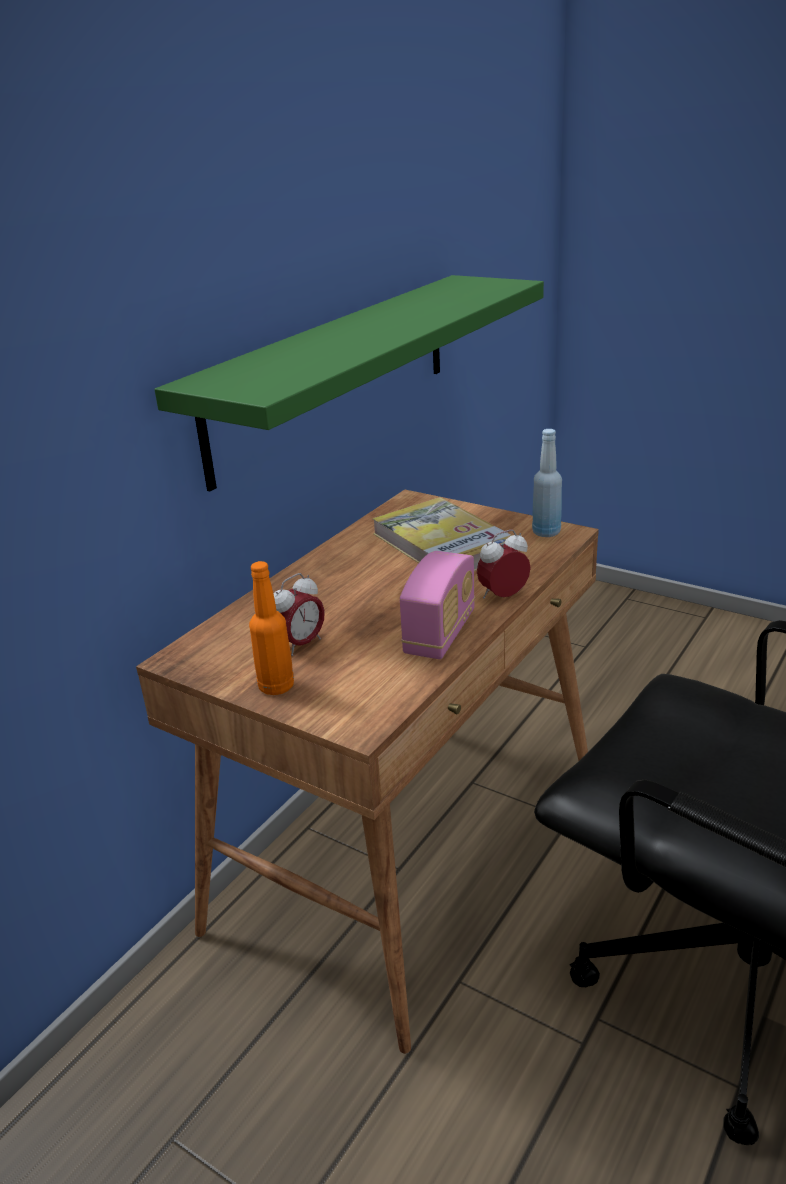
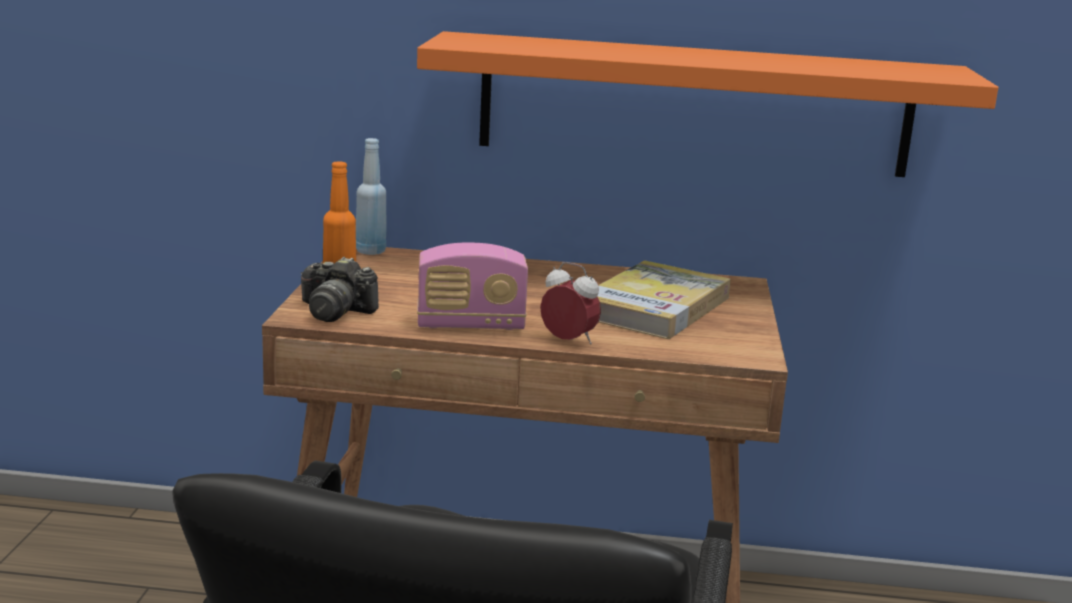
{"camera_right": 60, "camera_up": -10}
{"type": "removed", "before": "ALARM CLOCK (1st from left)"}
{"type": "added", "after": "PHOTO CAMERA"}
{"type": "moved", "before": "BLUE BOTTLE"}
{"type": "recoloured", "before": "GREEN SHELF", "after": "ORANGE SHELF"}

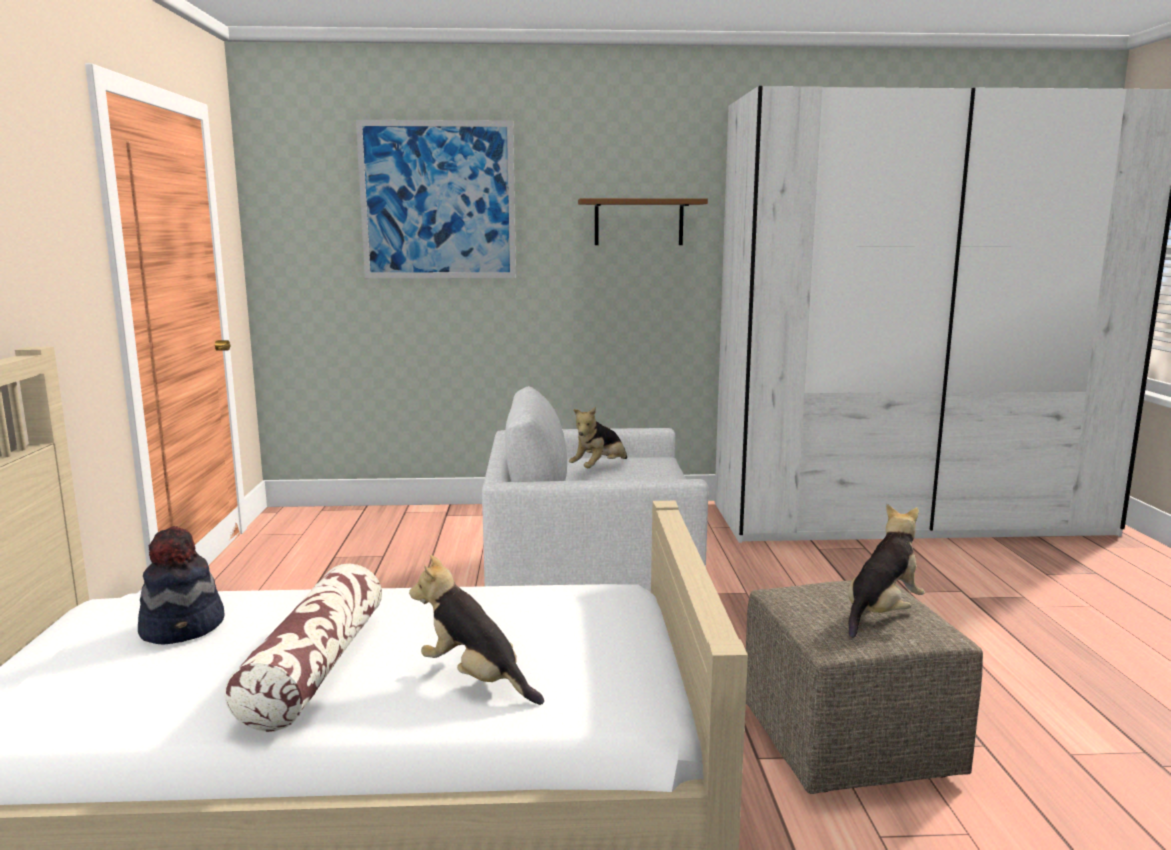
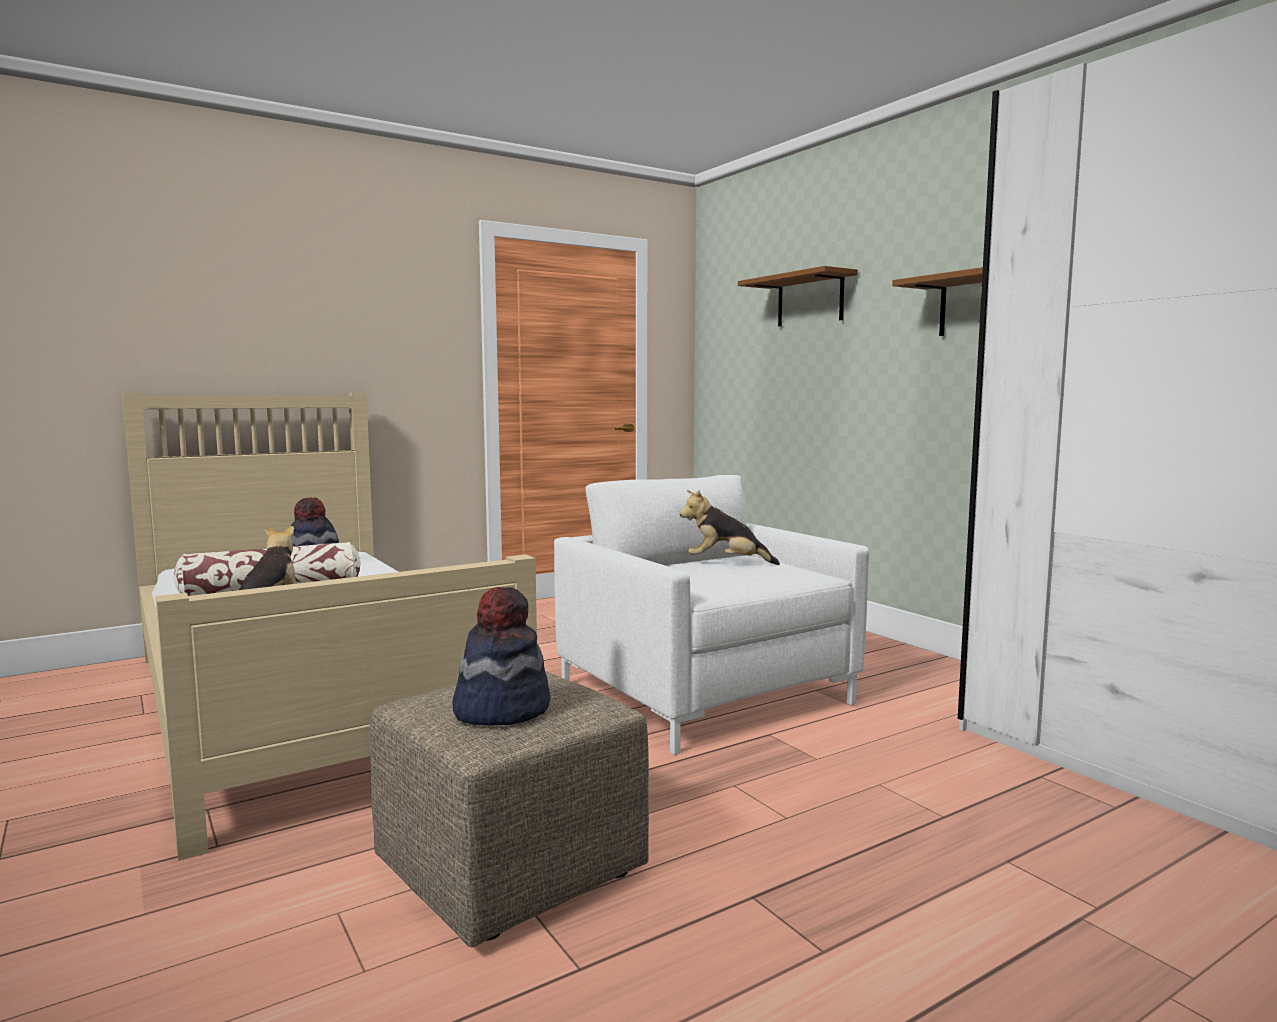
{"camera_right": 60, "camera_up": -5}
{"type": "replaced", "before": "PICTURE", "after": "BROWN SHELF (1st from left)"}
{"type": "replaced", "before": "PLUSH TOY (3rd from left)", "after": "HAT (2nd from left)"}

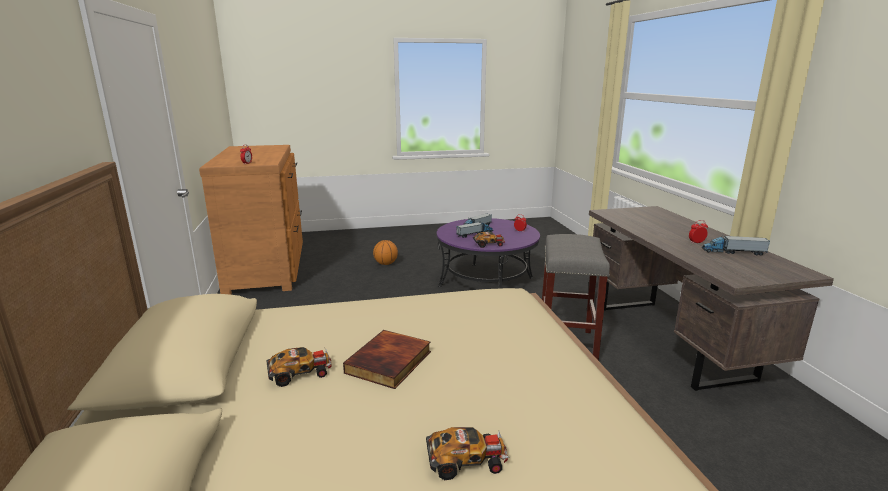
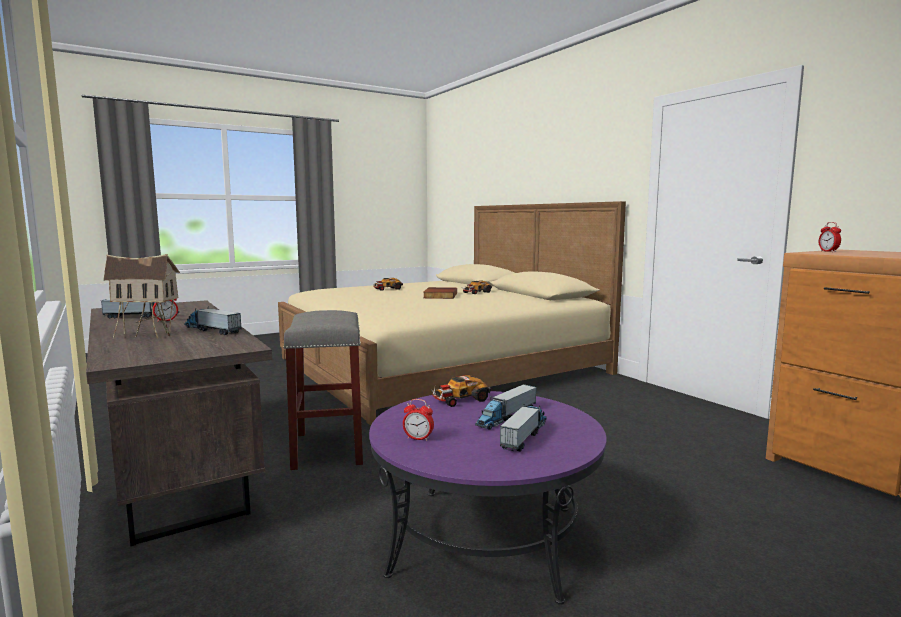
{"camera_right": 160, "camera_up": -10}
{"type": "removed", "before": "BASKETBALL"}
{"type": "added", "after": "TOY HOUSE"}
{"type": "added", "after": "TOY TRUCK (2nd from left)"}

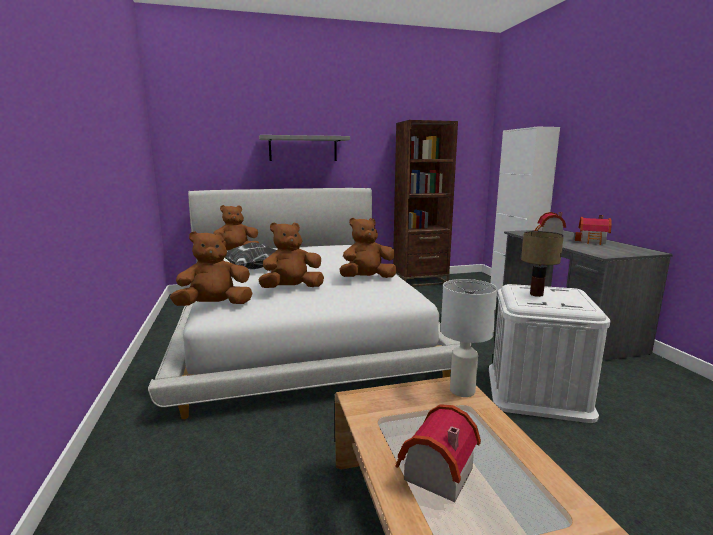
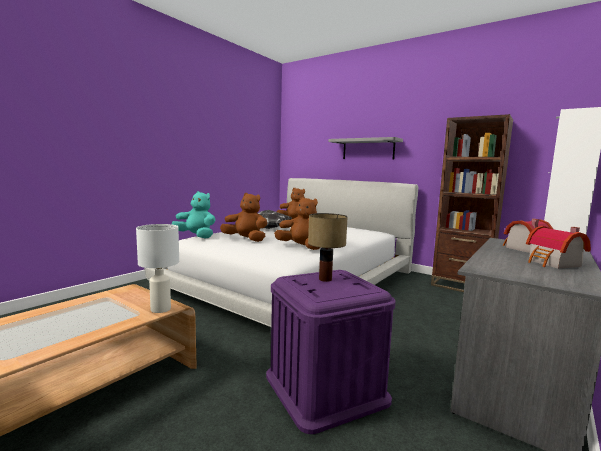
{"camera_right": 50, "camera_up": -5}
{"type": "removed", "before": "TOY HOUSE (1st from left)"}
{"type": "recoloured", "before": "BROWN PLUSH TOY (1st from left)", "after": "TURQUOISE PLUSH TOY"}
{"type": "recoloured", "before": "WHITE STORAGE BOX", "after": "PURPLE STORAGE BOX"}

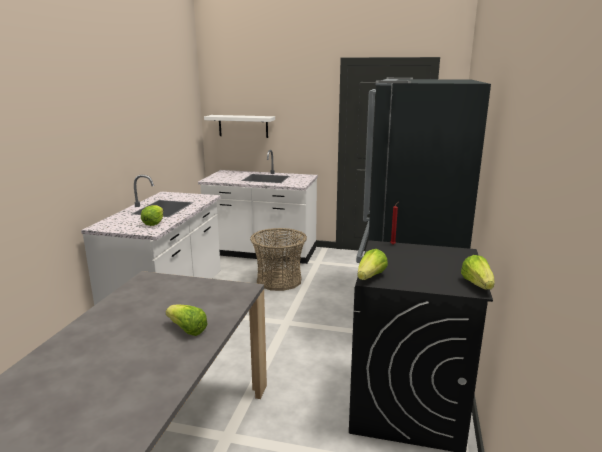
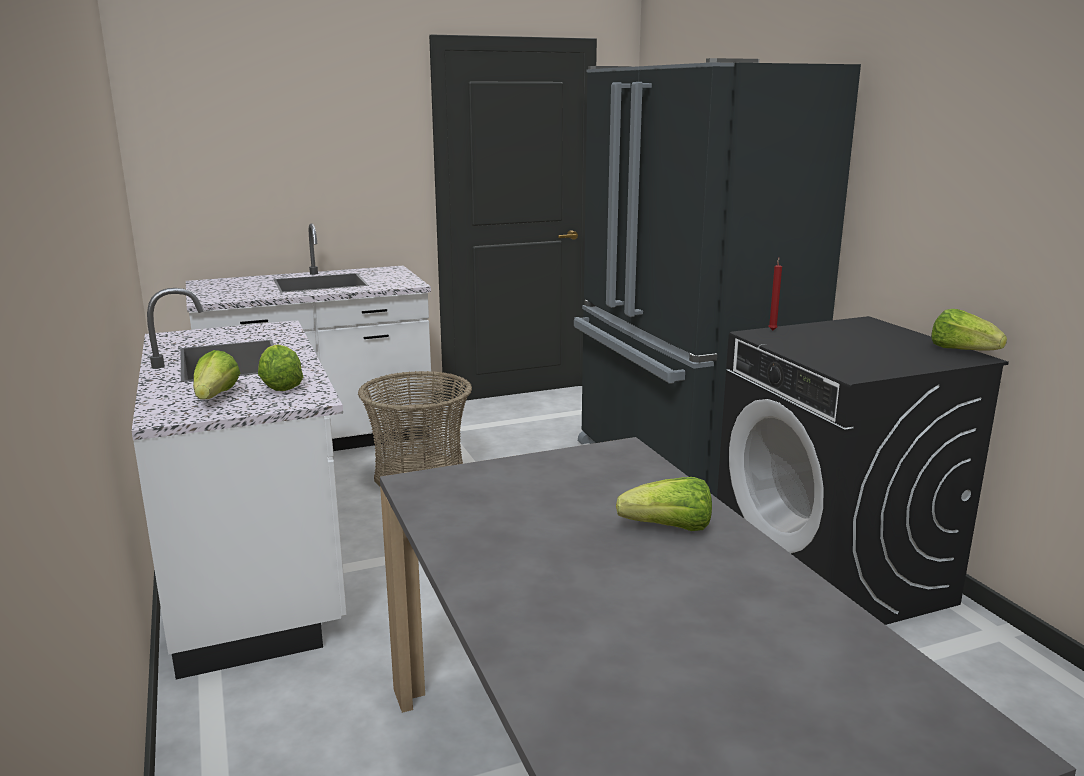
{"camera_right": -35, "camera_up": 0}
{"type": "removed", "before": "WHITE SHELF"}
{"type": "moved", "before": "LETTUCE (3rd from left in the first image)", "after": "LETTUCE (1st from left)"}

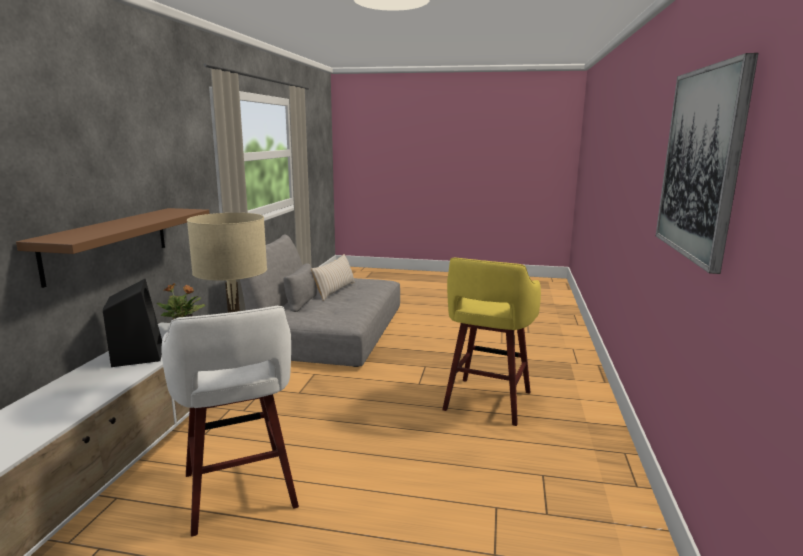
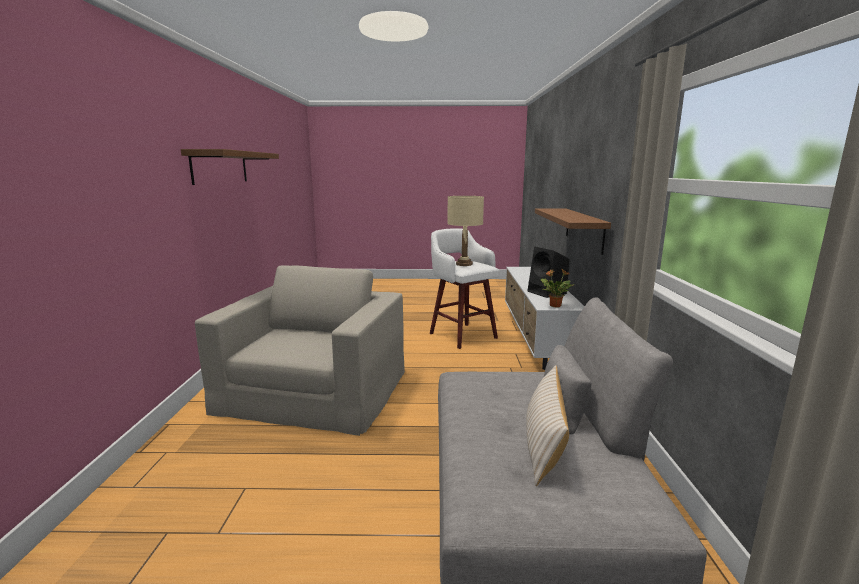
{"camera_right": 170, "camera_up": 0}
{"type": "replaced", "before": "YELLOW STOOL", "after": "BEIGE ARMCHAIR"}
{"type": "replaced", "before": "PICTURE", "after": "BROWN SHELF (1st from left)"}

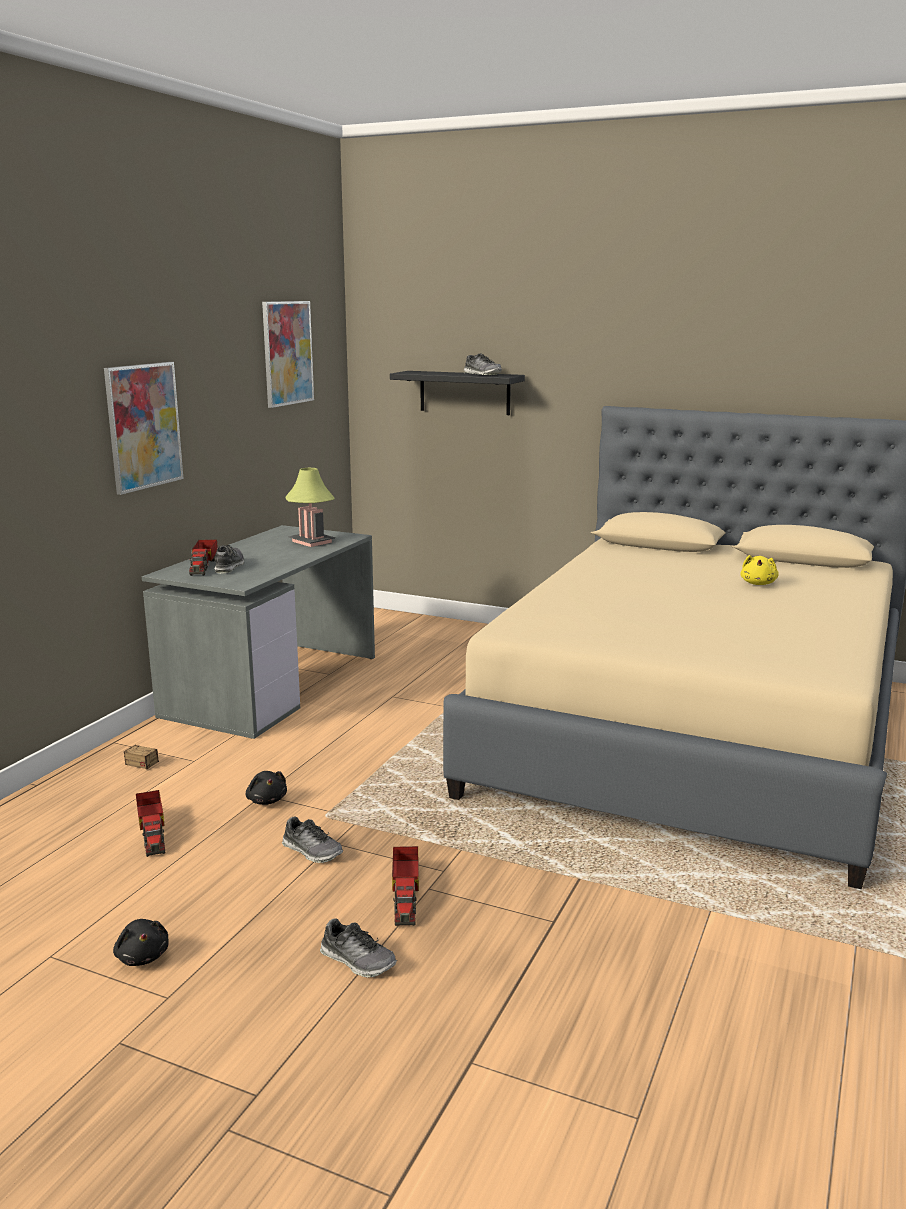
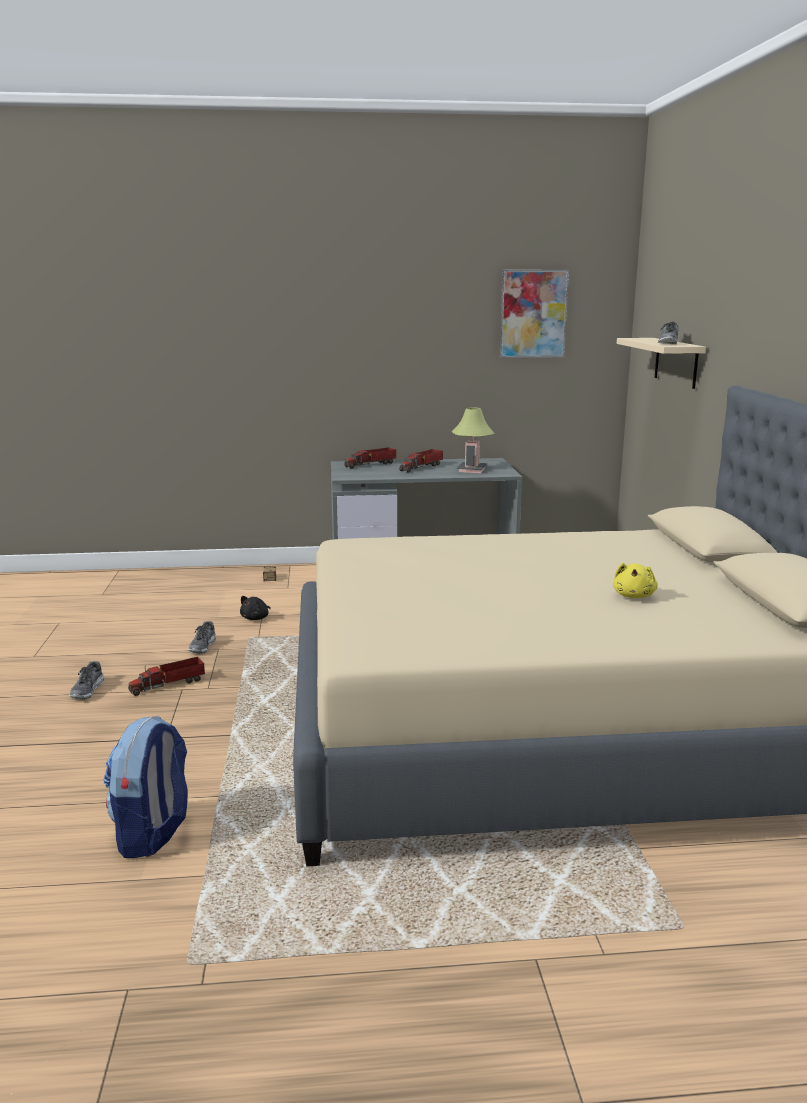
{"camera_right": 60, "camera_up": 0}
{"type": "removed", "before": "PICTURE (1st from left)"}
{"type": "removed", "before": "BLACK PLUSH TOY (1st from left)"}
{"type": "removed", "before": "SHOE (1st from left)"}
{"type": "added", "after": "BACKPACK"}
{"type": "moved", "before": "TOY TRUCK (1st from left in the first image)", "after": "TOY TRUCK (3rd from left)"}
{"type": "recoloured", "before": "BLACK SHELF", "after": "BEIGE SHELF"}
{"type": "turned", "before": "YELLOW PLUSH TOY", "turn": -60}

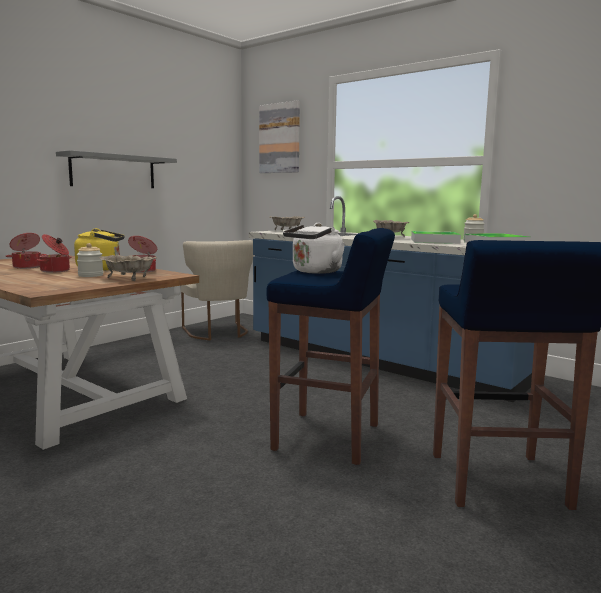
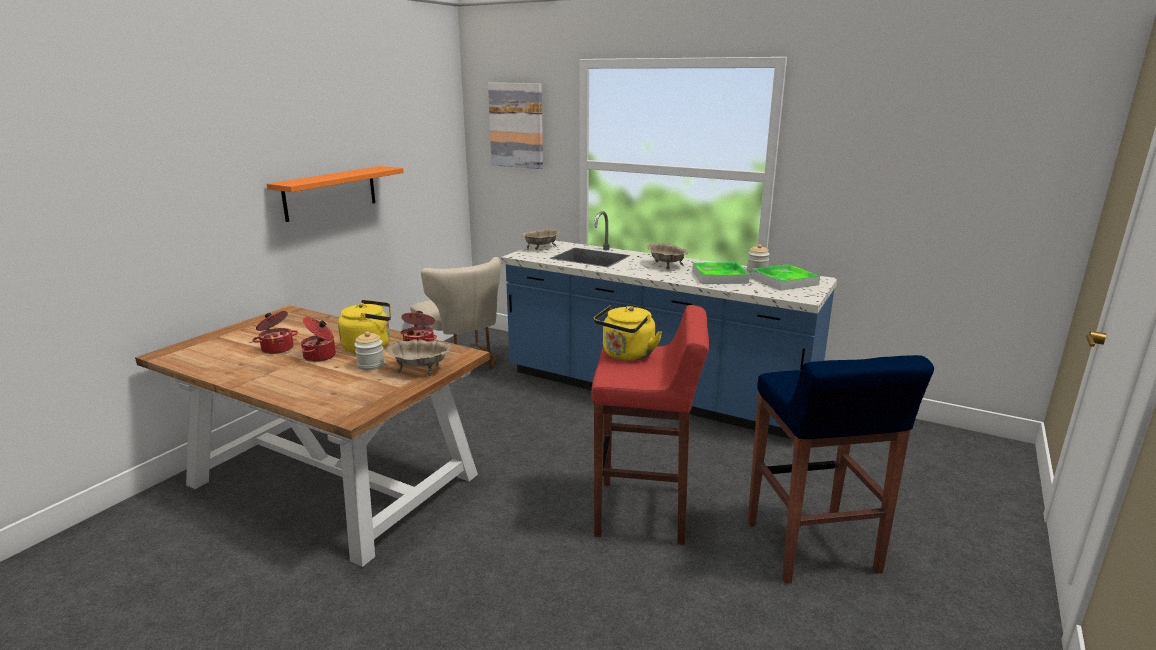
{"camera_right": -10, "camera_up": 10}
{"type": "recoloured", "before": "GREY SHELF", "after": "ORANGE SHELF"}
{"type": "recoloured", "before": "BLUE STOOL (1st from left)", "after": "RED STOOL"}
{"type": "recoloured", "before": "WHITE KETTLE", "after": "YELLOW KETTLE (2nd from left)"}

